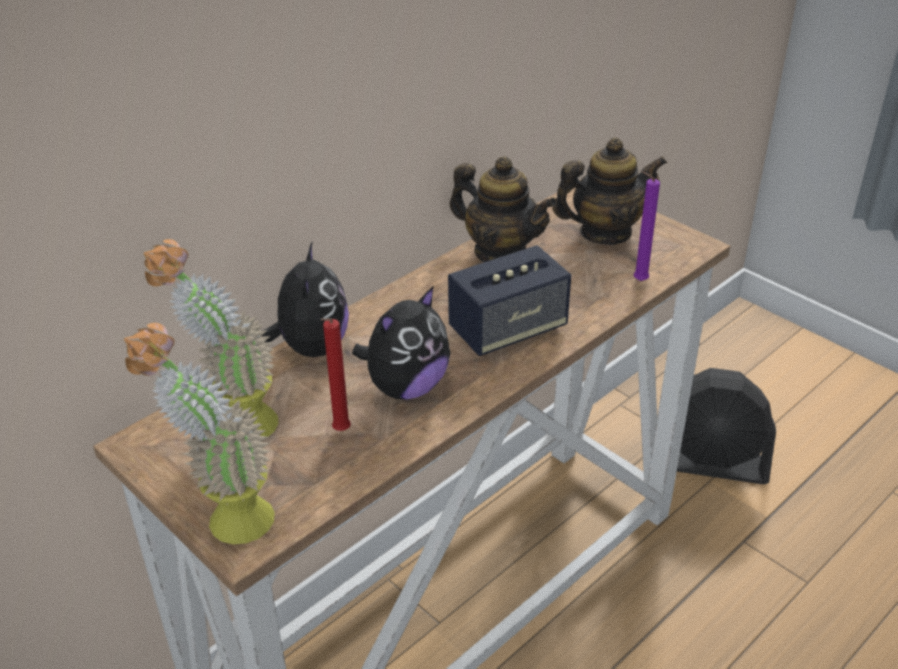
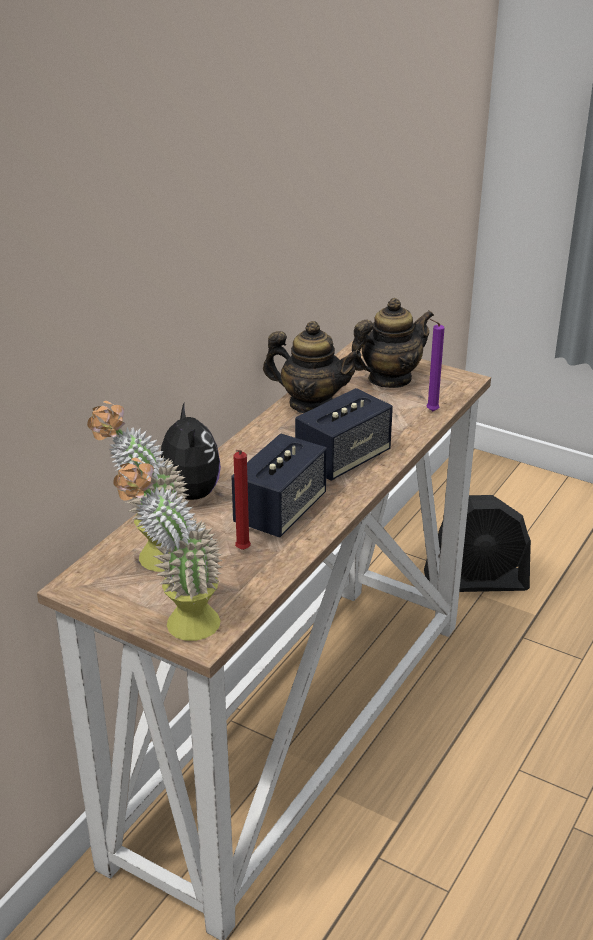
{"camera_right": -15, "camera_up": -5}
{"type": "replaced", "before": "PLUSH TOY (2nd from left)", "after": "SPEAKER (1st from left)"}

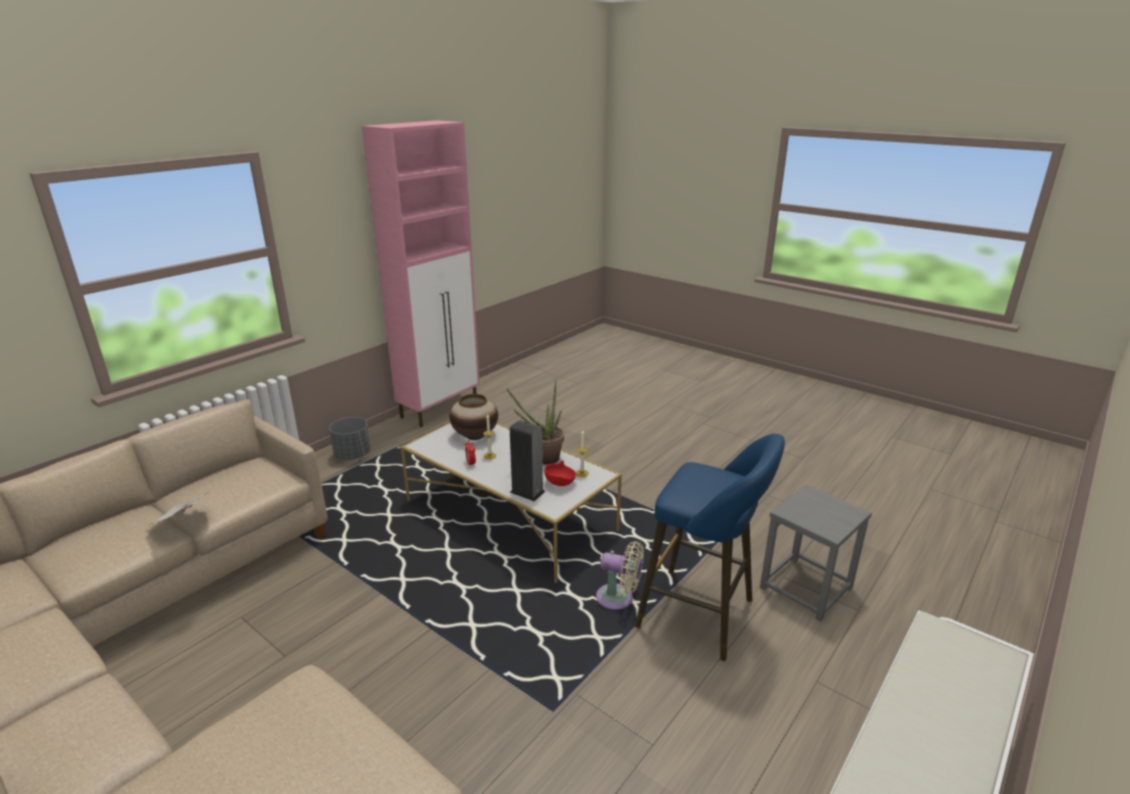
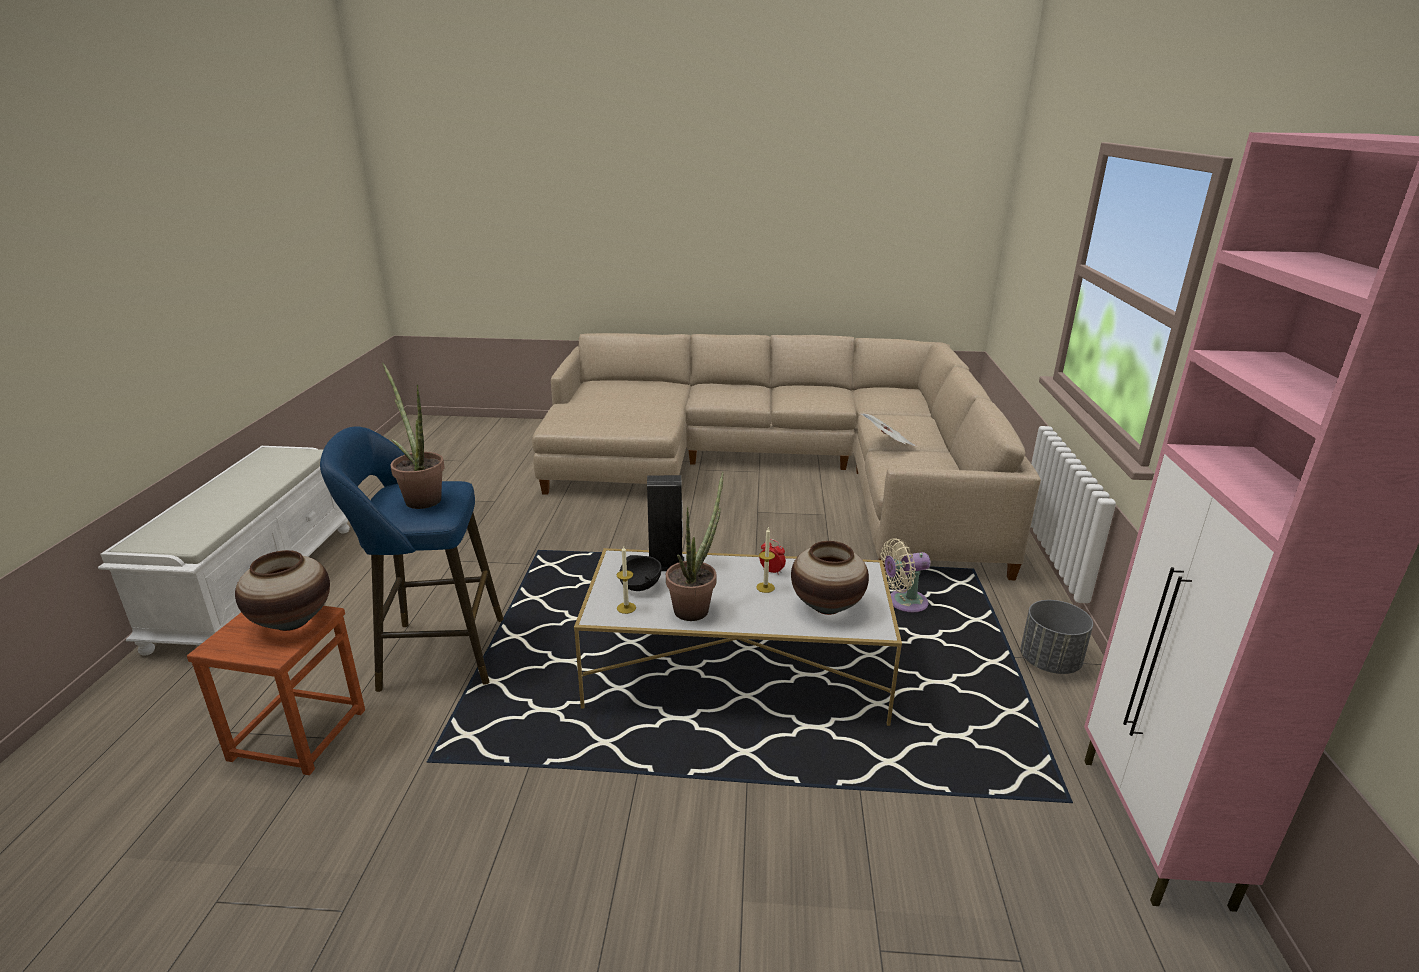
{"camera_right": 145, "camera_up": 0}
{"type": "added", "after": "VASE (1st from left)"}
{"type": "added", "after": "POTTED PLANT (1st from left)"}
{"type": "moved", "before": "BEIGE FAN"}
{"type": "recoloured", "before": "RED BOWL", "after": "BLACK BOWL"}
{"type": "recoloured", "before": "GREY STOOL", "after": "BROWN STOOL"}

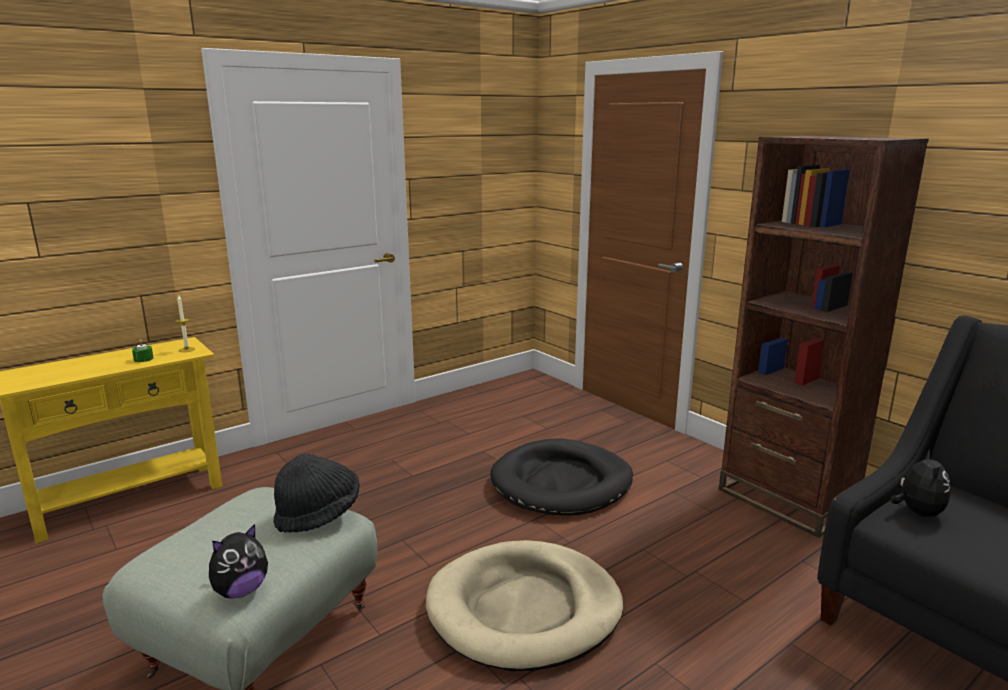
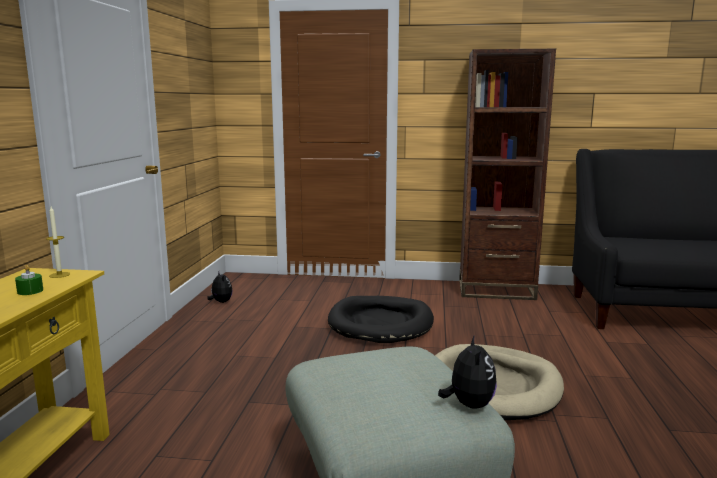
{"camera_right": -45, "camera_up": -5}
{"type": "removed", "before": "BLACK HAT"}
{"type": "moved", "before": "PLUSH TOY (2nd from left in the first image)", "after": "PLUSH TOY (1st from left)"}

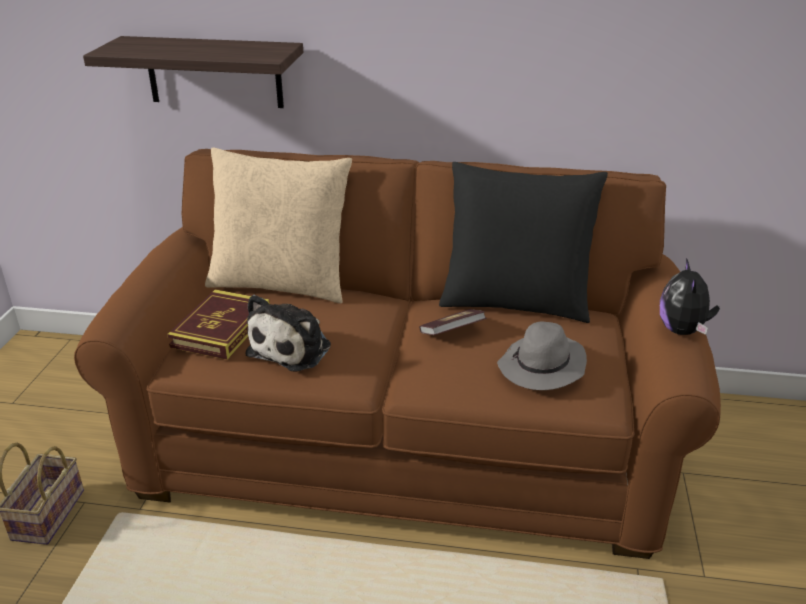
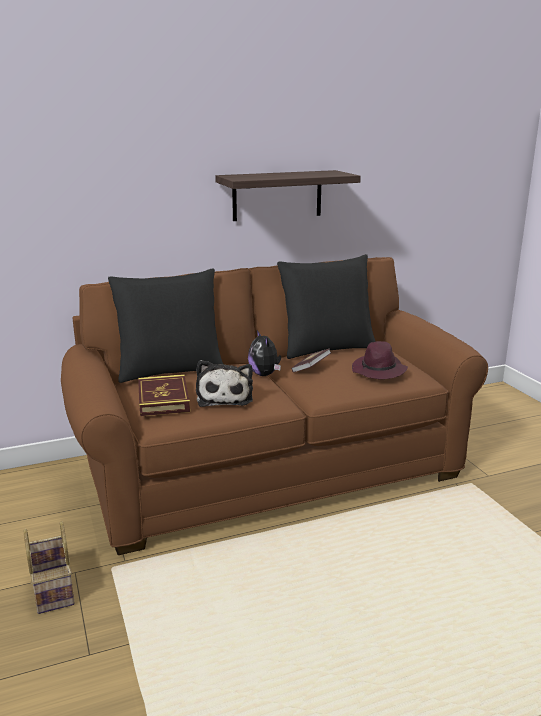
{"camera_right": -30, "camera_up": -10}
{"type": "moved", "before": "SHELF"}
{"type": "moved", "before": "PLUSH TOY (2nd from left)"}
{"type": "recoloured", "before": "BEIGE PILLOW", "after": "BLACK PILLOW (1st from left)"}
{"type": "recoloured", "before": "GREY HAT", "after": "PURPLE HAT"}

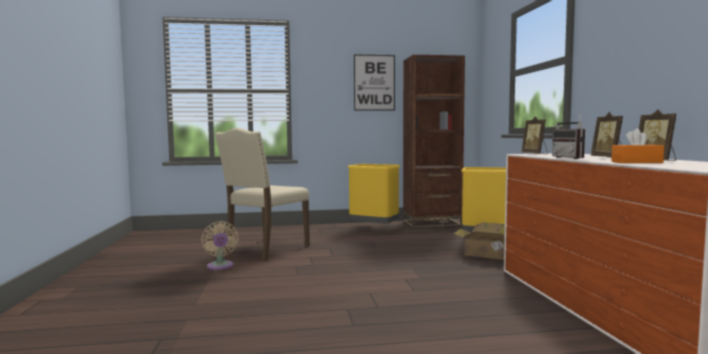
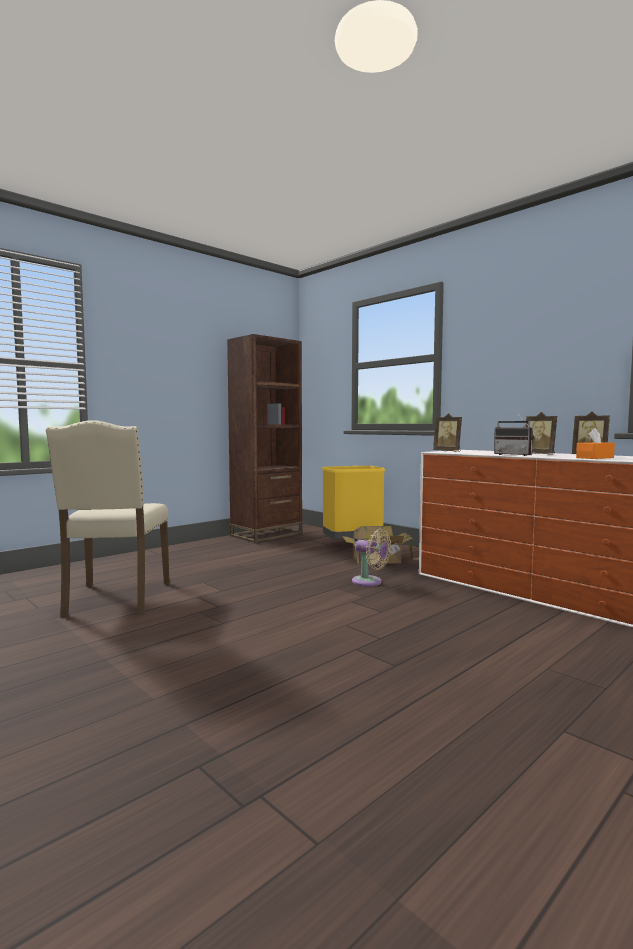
{"camera_right": -35, "camera_up": 0}
{"type": "removed", "before": "YELLOW TRASH CAN (1st from left)"}
{"type": "removed", "before": "PICTURE"}
{"type": "moved", "before": "BEIGE FAN"}

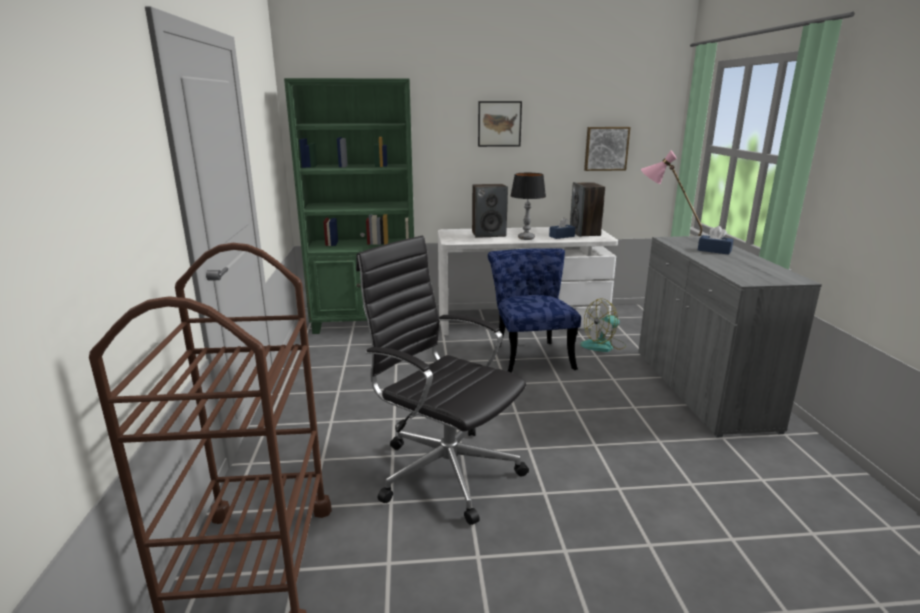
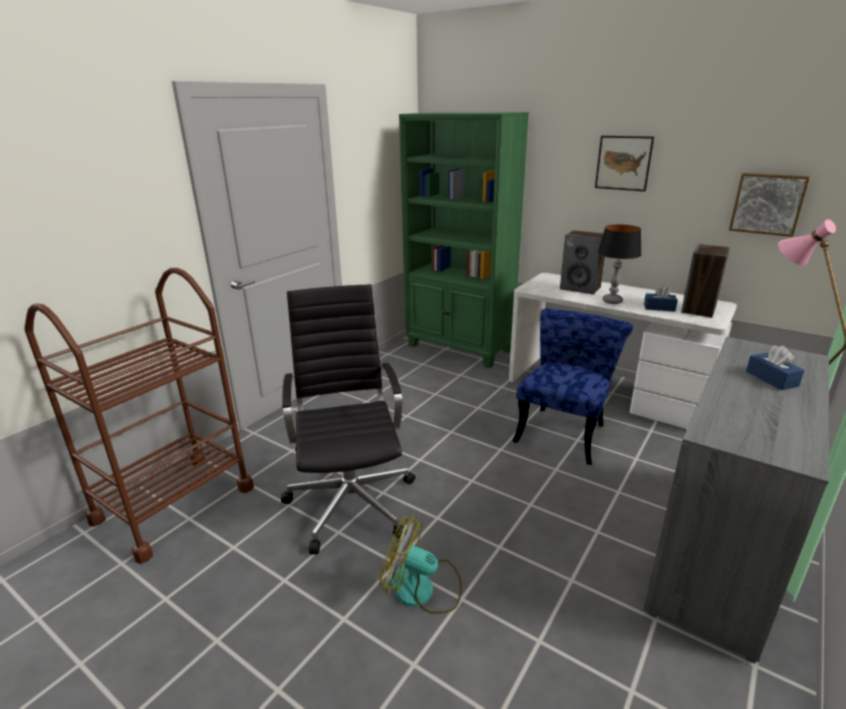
{"camera_right": 40, "camera_up": 5}
{"type": "moved", "before": "FAN"}

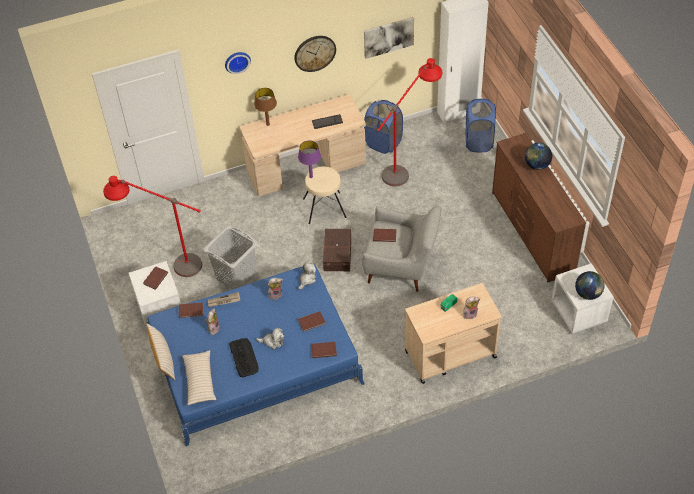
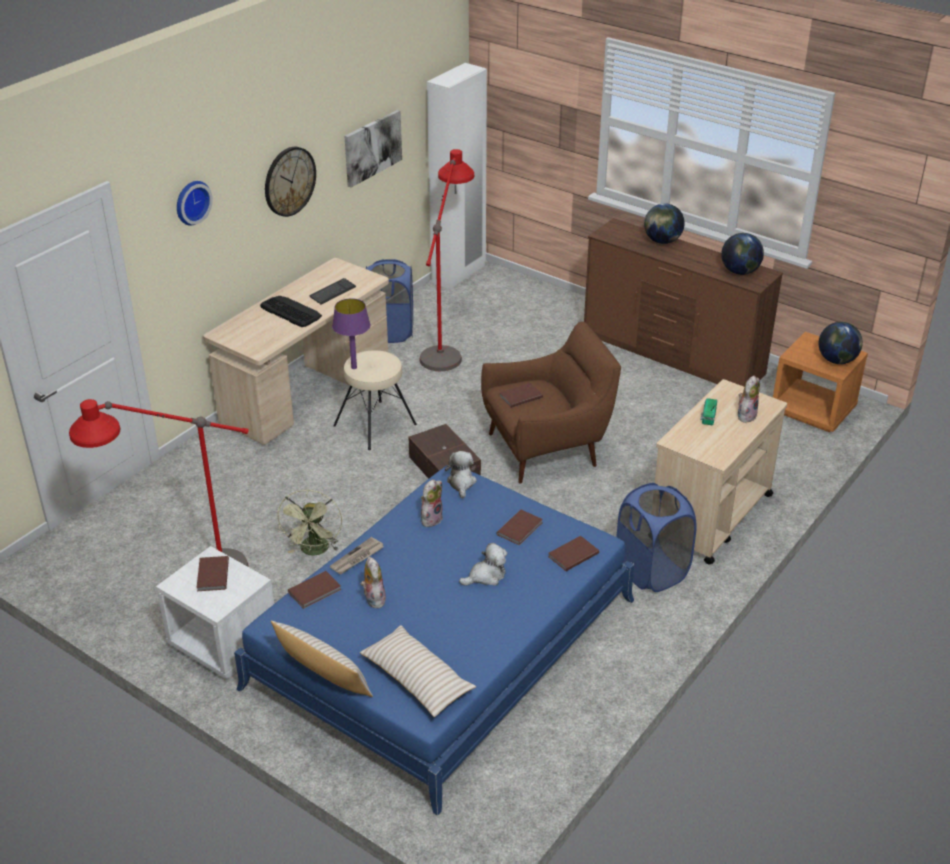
{"camera_right": -35, "camera_up": -15}
{"type": "removed", "before": "BROWN TABLE LAMP"}
{"type": "added", "after": "GLOBE (2nd from left)"}
{"type": "moved", "before": "KEYBOARD (1st from left)"}
{"type": "moved", "before": "BLUE LAUNDRY BASKET (2nd from left)"}
{"type": "replaced", "before": "GREY LAUNDRY BASKET", "after": "GREEN FAN"}
{"type": "recoloured", "before": "GREY ARMCHAIR", "after": "BROWN ARMCHAIR"}
{"type": "recoloured", "before": "WHITE NIGHTSTAND (2nd from left)", "after": "ORANGE NIGHTSTAND"}

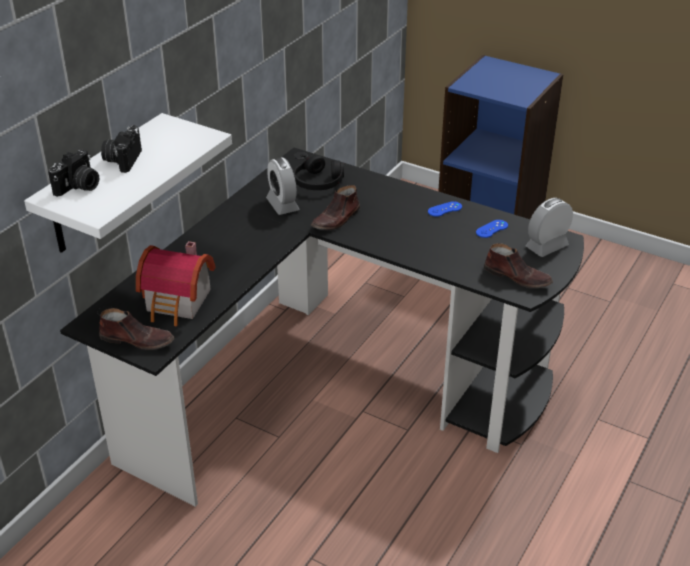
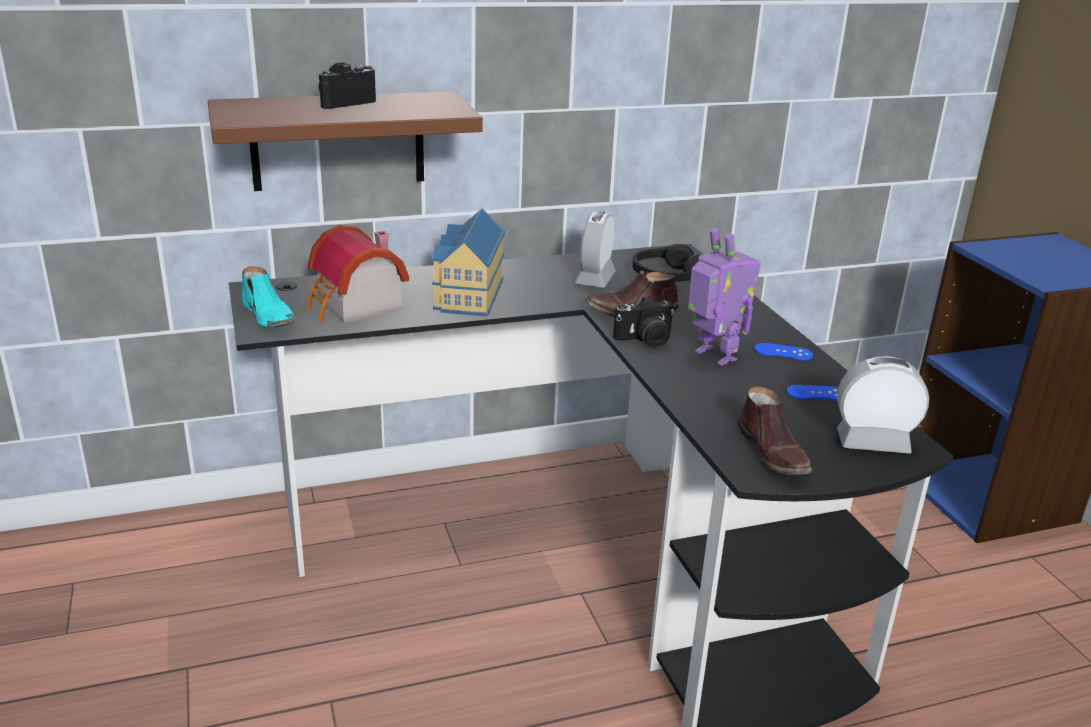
{"camera_right": 40, "camera_up": -10}
{"type": "added", "after": "TOY HOUSE (2nd from left)"}
{"type": "added", "after": "TOY ROBOT"}
{"type": "moved", "before": "PHOTO CAMERA (1st from left in the first image)", "after": "PHOTO CAMERA (2nd from left)"}
{"type": "recoloured", "before": "WHITE SHELF", "after": "BROWN SHELF"}
{"type": "recoloured", "before": "BROWN SHOE (1st from left)", "after": "TURQUOISE SHOE"}

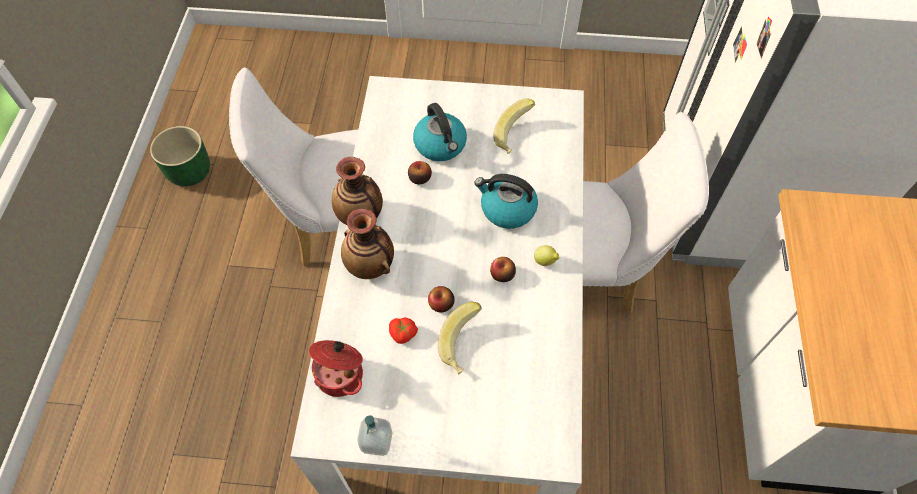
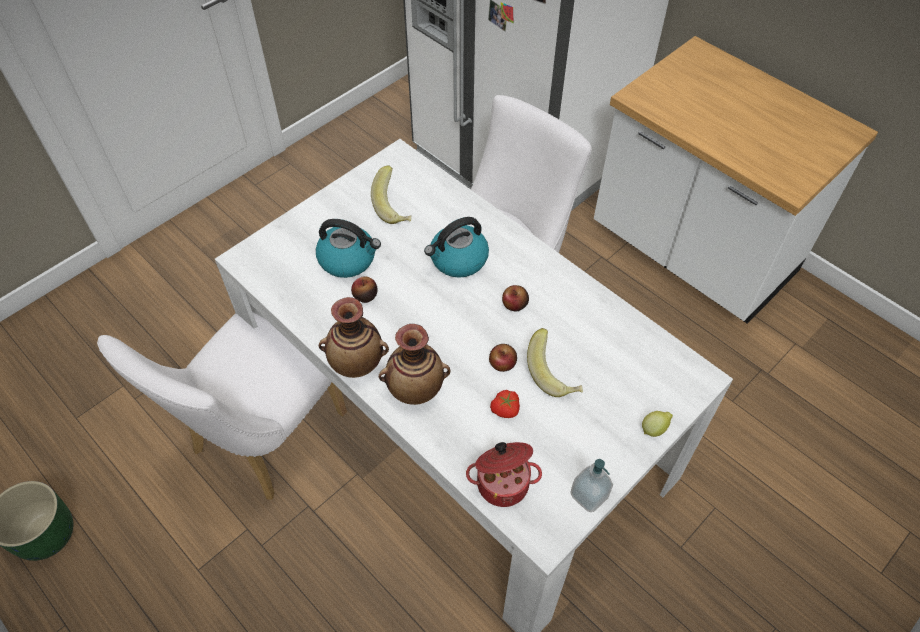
{"camera_right": -50, "camera_up": -5}
{"type": "moved", "before": "LEMON"}

